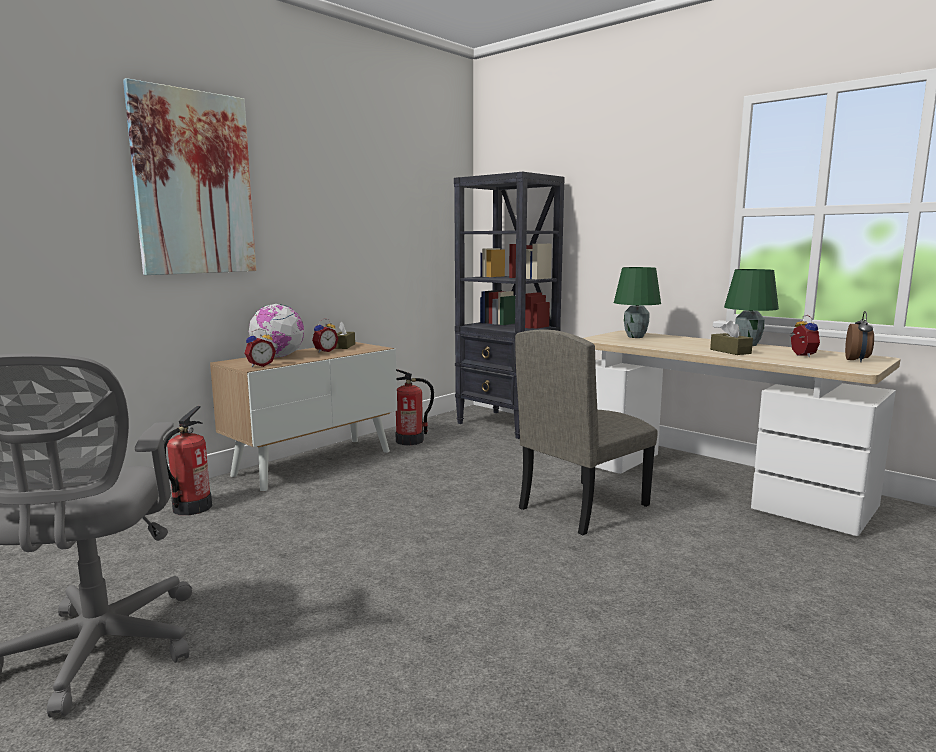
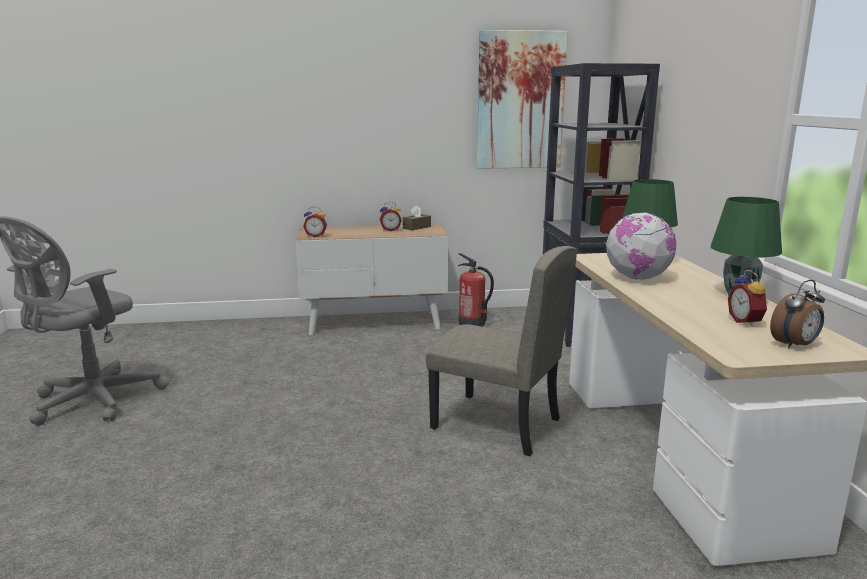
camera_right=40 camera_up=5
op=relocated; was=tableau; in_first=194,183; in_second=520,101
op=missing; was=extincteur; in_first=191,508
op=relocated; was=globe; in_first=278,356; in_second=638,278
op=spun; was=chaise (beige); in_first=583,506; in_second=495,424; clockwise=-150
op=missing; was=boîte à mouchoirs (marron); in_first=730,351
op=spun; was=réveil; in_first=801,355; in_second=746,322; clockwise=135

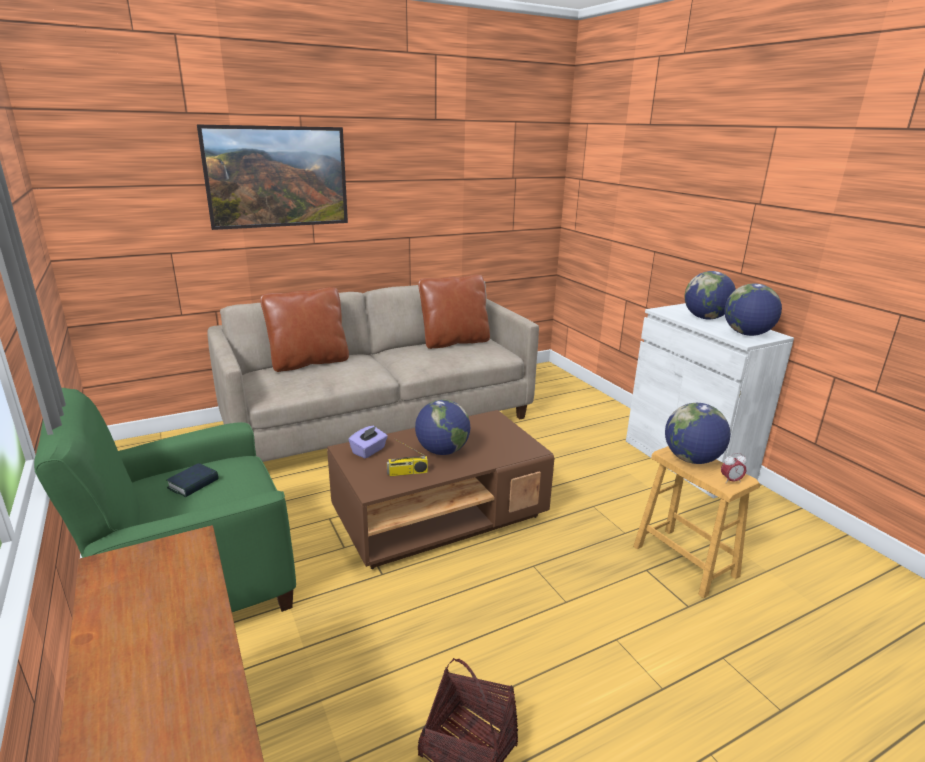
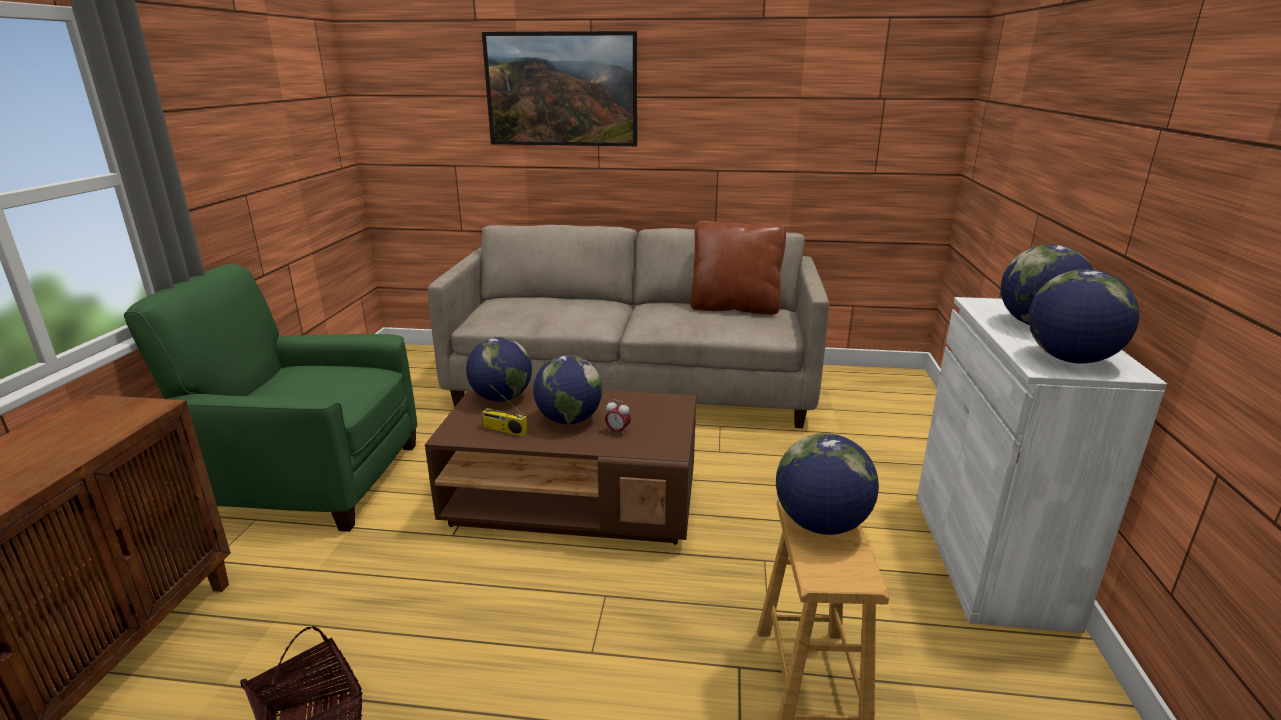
camera_right=35 camera_up=0
op=missing; was=livre; in_first=193,484
op=missing; was=coussin (marron); in_first=309,362
op=exchanged; was=boîte à mouchoirs (violet); now=globe; in_first=369,451; in_second=501,398
op=relocated; was=réveil; in_first=730,481; in_second=617,431

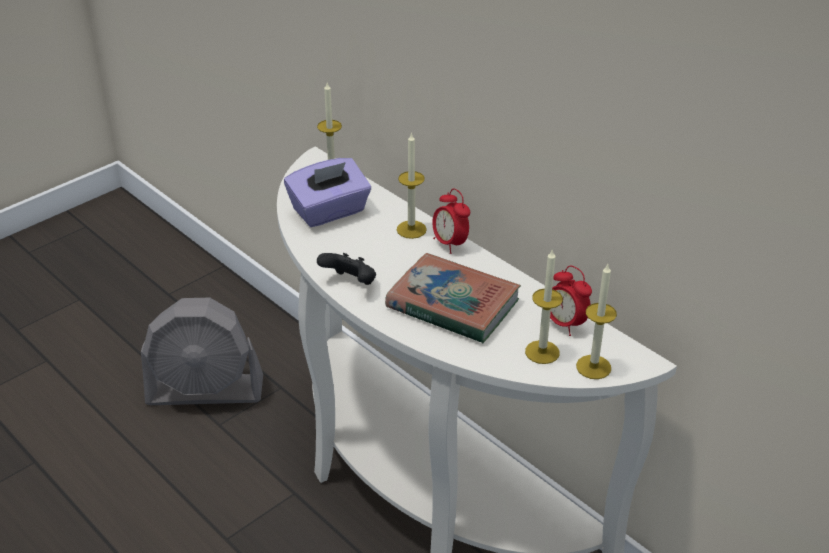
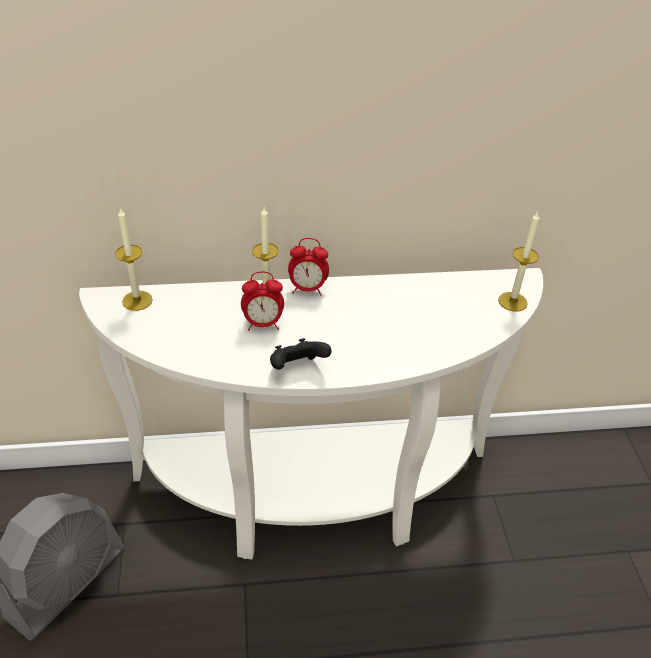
camera_right=-55 camera_up=5
op=missing; was=boîte à mouchoirs (violet); in_first=329,211
op=missing; was=livre; in_first=452,304
op=missing; was=bougie; in_first=542,352
op=relocated; was=réveil; in_first=565,324; in_second=263,324

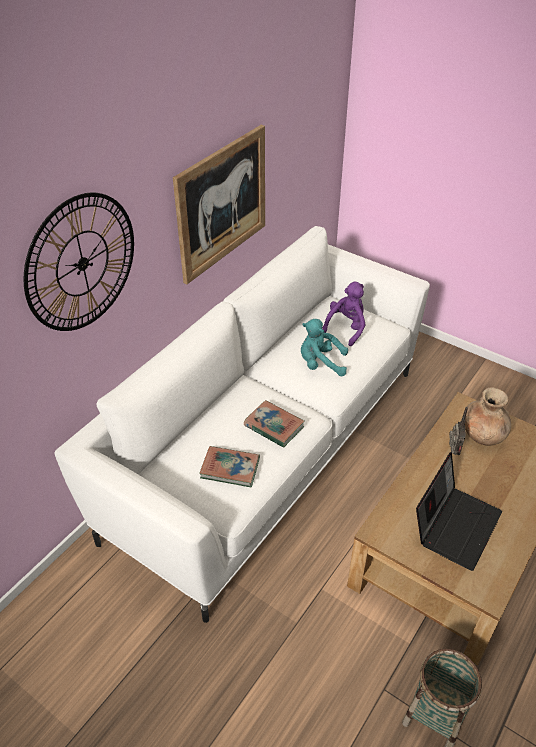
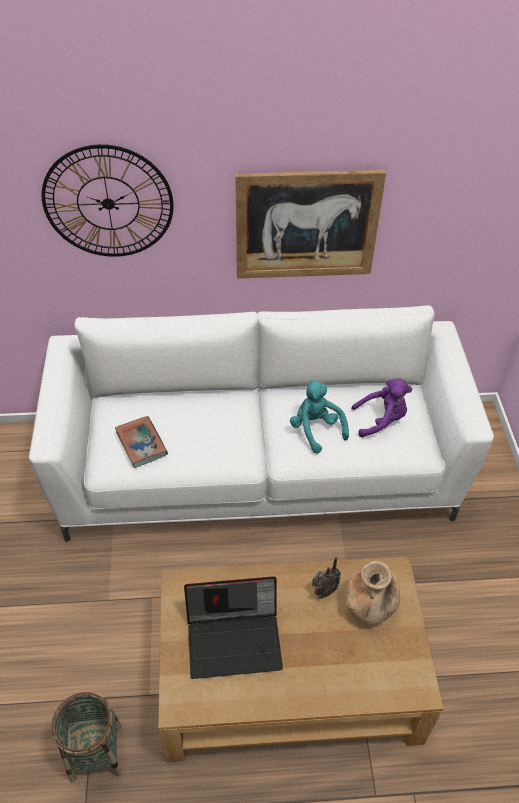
camera_right=50 camera_up=5
op=missing; was=livre; in_first=274,426

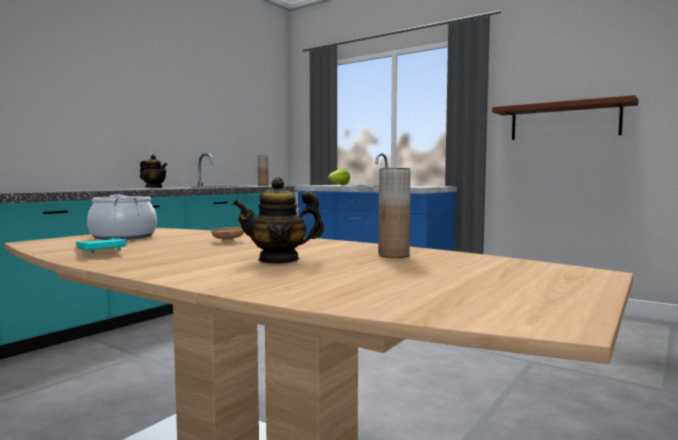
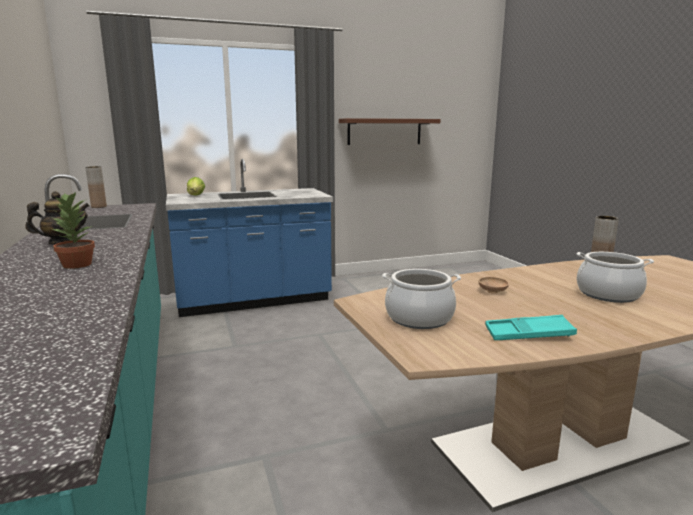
camera_right=-55 camera_up=10
op=exchanged; was=théière; now=marmite; in_first=279,260; in_second=608,294
op=appeared; now=plante en pot; in_second=77,265

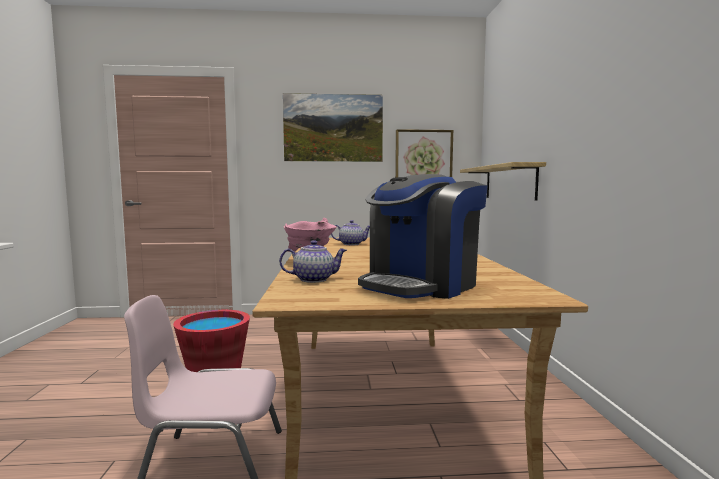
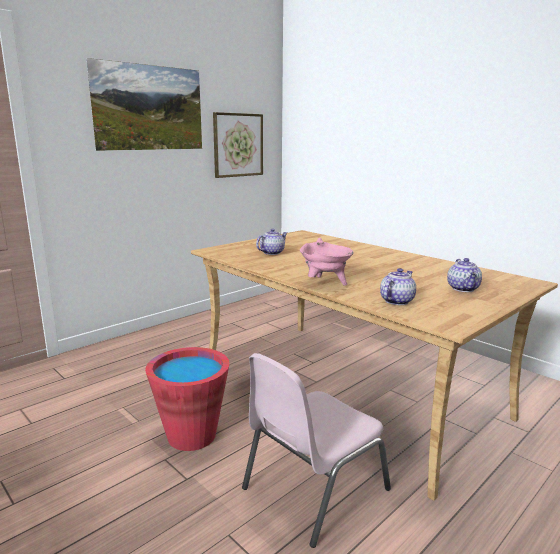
camera_right=-40 camera_up=10
op=exchanged; was=machine à café; now=théière; in_first=421,285; in_second=463,289
op=missing; was=étagère; in_first=509,182

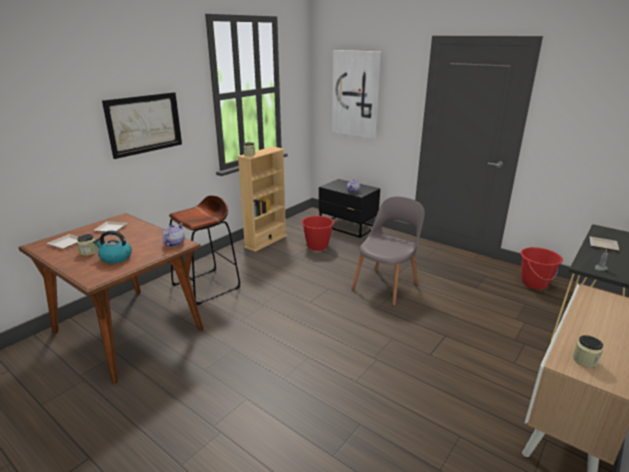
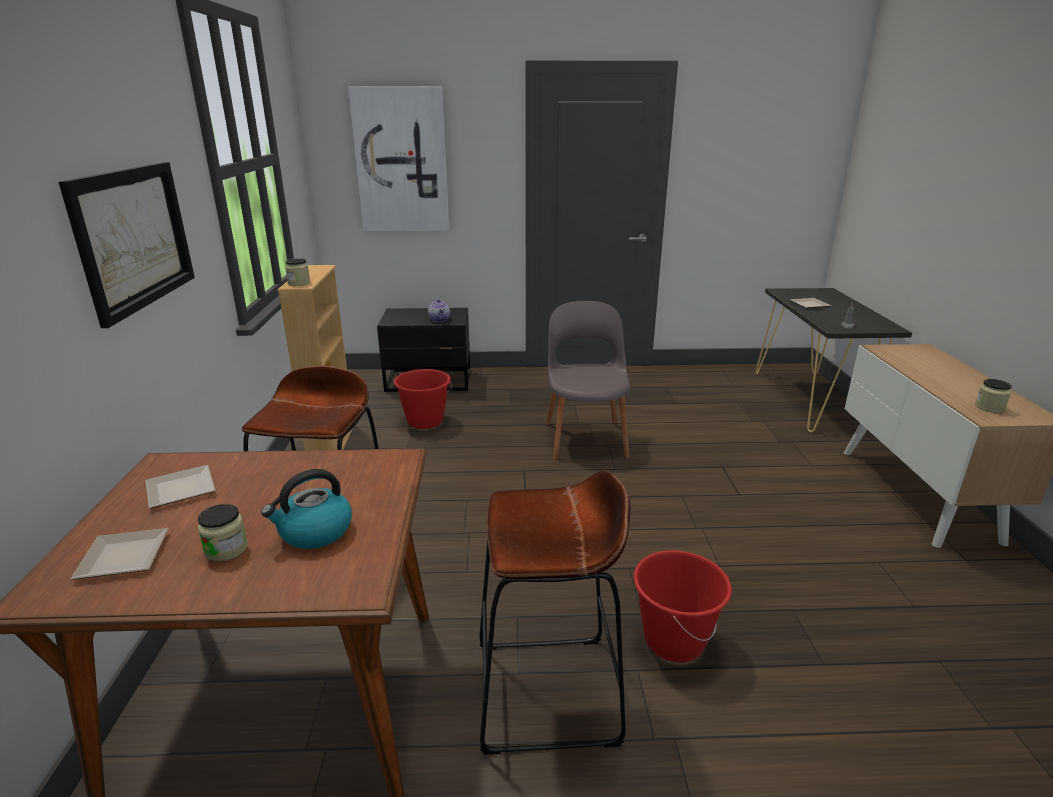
camera_right=-40 camera_up=0
op=missing; was=théière; in_first=174,243
op=relocated; was=seau (rouge); in_first=534,283; in_second=673,641
op=appeared; now=tabouret (marron); in_second=547,692

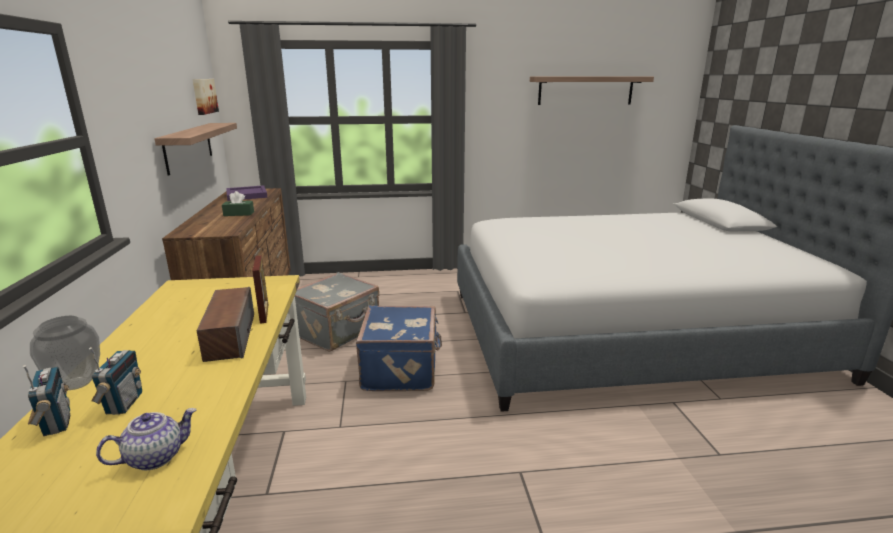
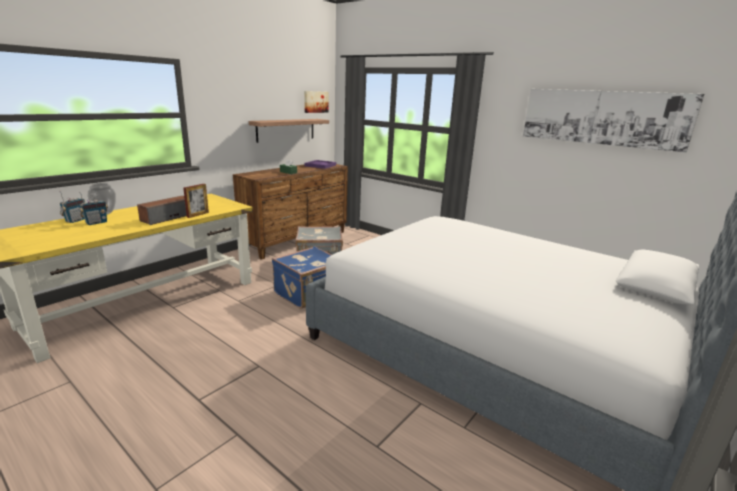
camera_right=45 camera_up=0
op=missing; was=théière; in_first=155,457
op=exchanged; was=étagère; now=tableau; in_first=585,90; in_second=602,117

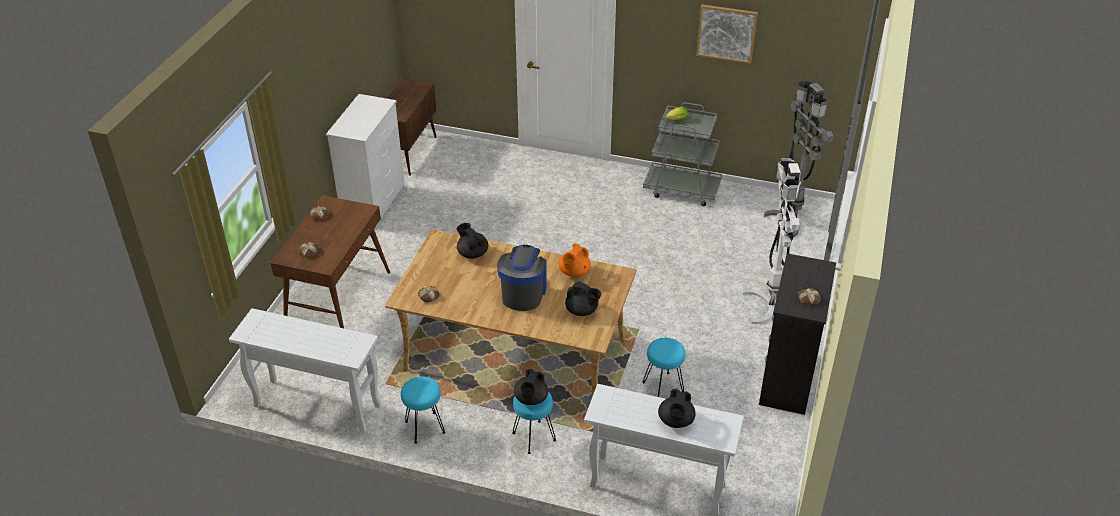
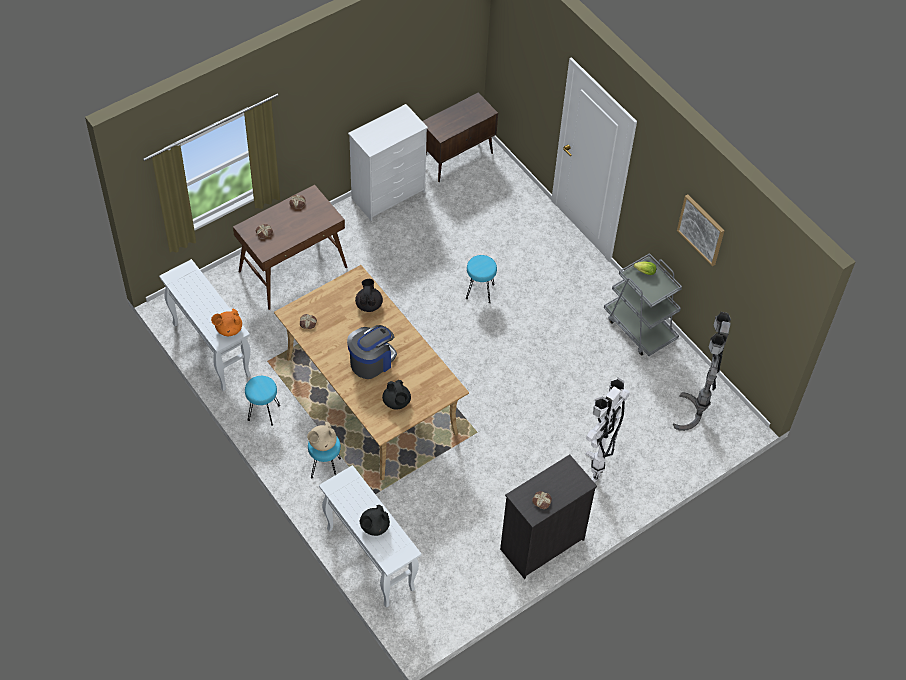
camera_right=35 camera_up=15
op=colour; was=théière (noir); now=théière (beige); in_first=531,399; in_second=322,443
op=relocated; was=théière (orange); in_first=574,272; in_second=228,329
op=relocated; was=tabouret (turquoise); in_first=663,387; in_second=480,292

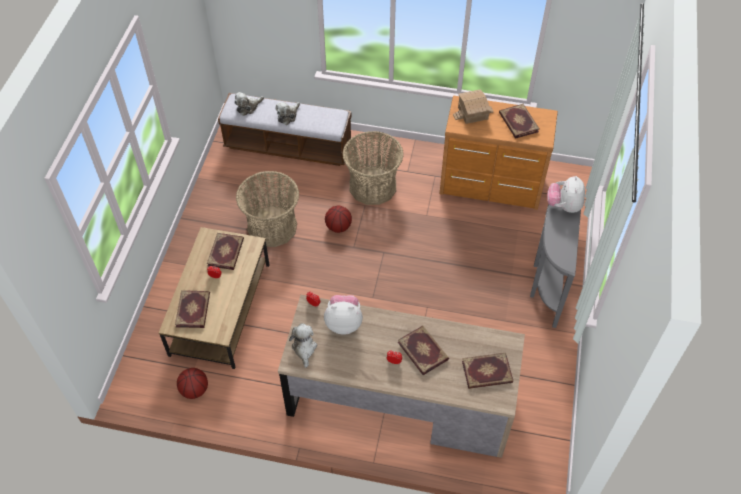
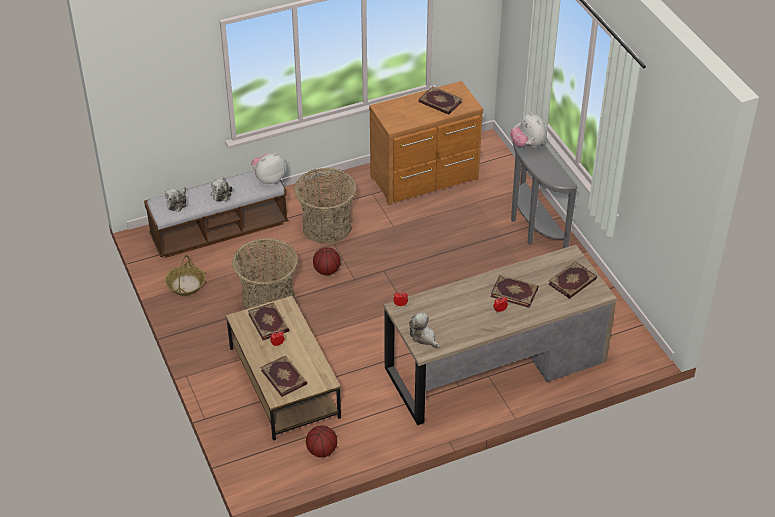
camera_right=-35 camera_up=-10
op=relocated; was=peluche; in_first=344,322; in_second=268,179
op=missing; was=maison miniature; in_first=473,114
op=appeared; now=panier; in_second=185,284

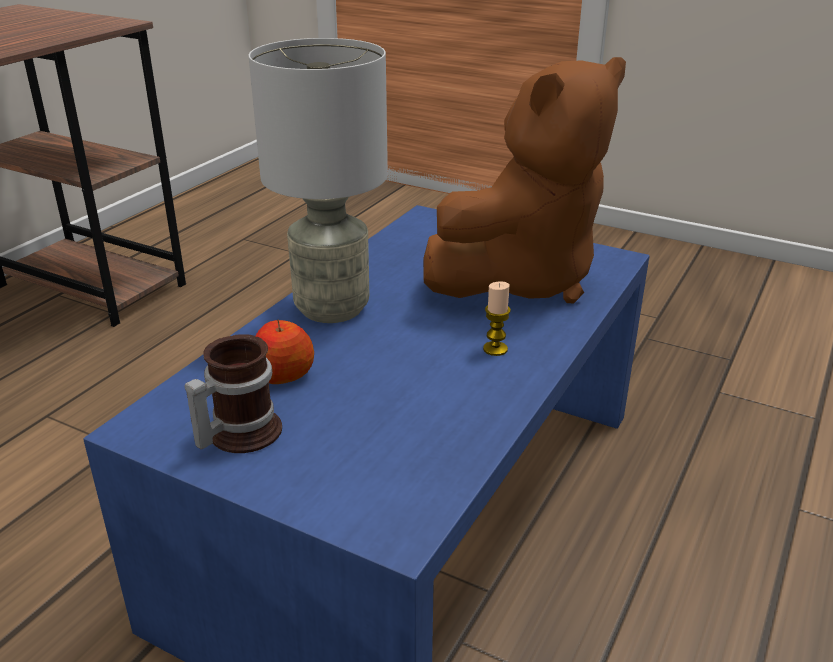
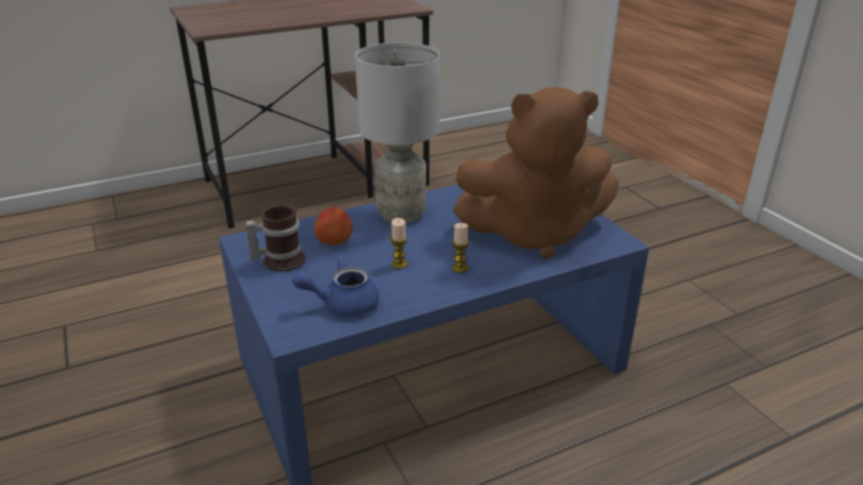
camera_right=35 camera_up=0
op=appeared; now=théière (bleu); in_second=342,303
op=appeared; now=bougie; in_second=399,264

